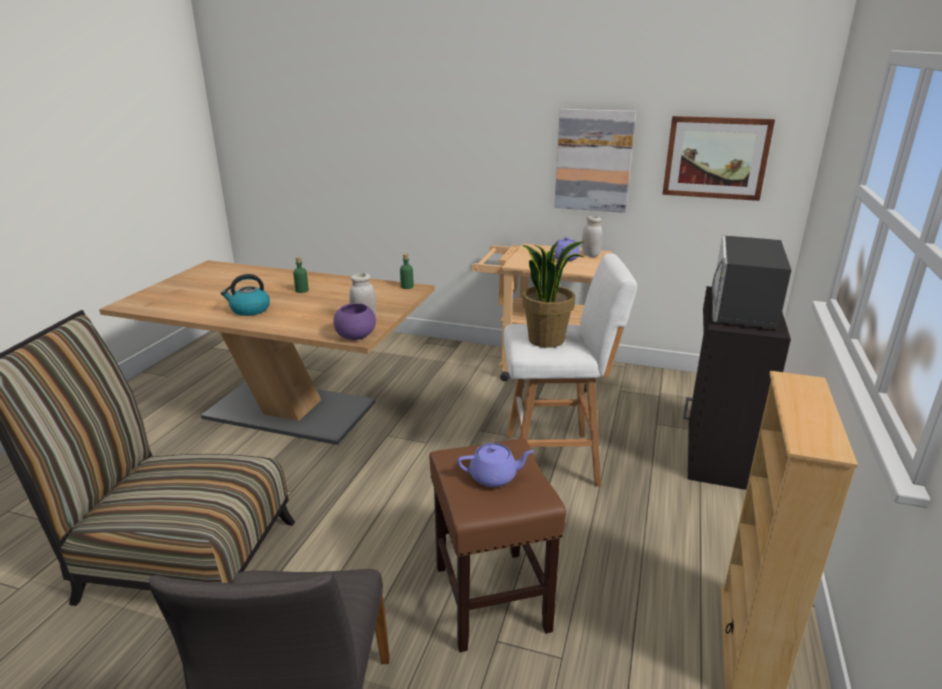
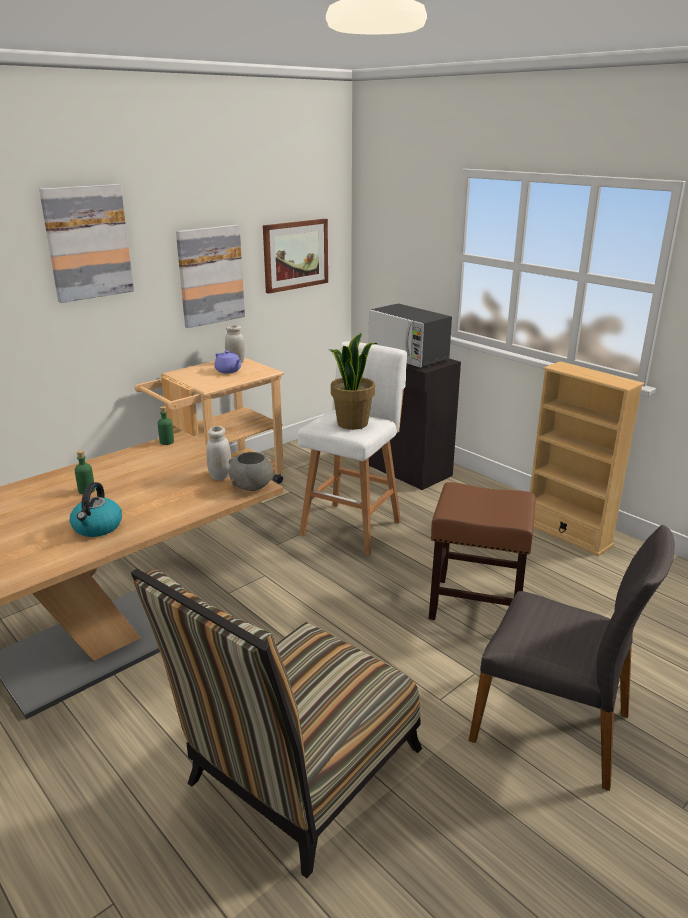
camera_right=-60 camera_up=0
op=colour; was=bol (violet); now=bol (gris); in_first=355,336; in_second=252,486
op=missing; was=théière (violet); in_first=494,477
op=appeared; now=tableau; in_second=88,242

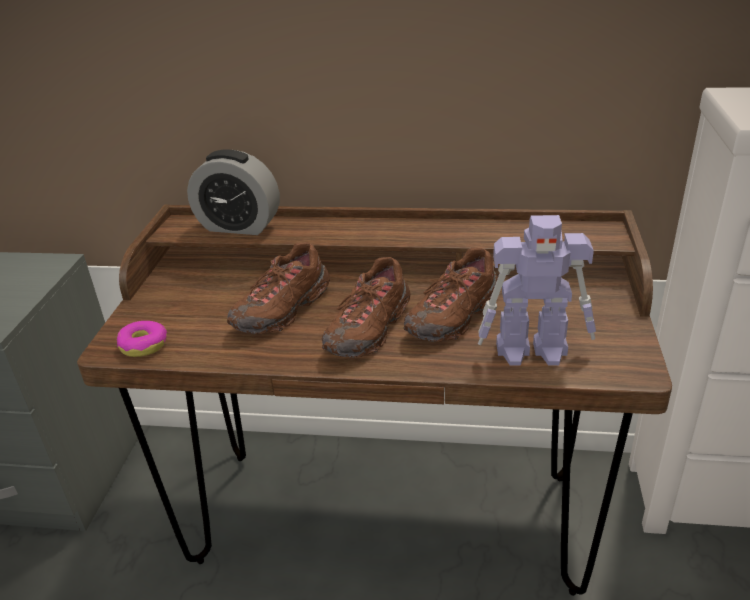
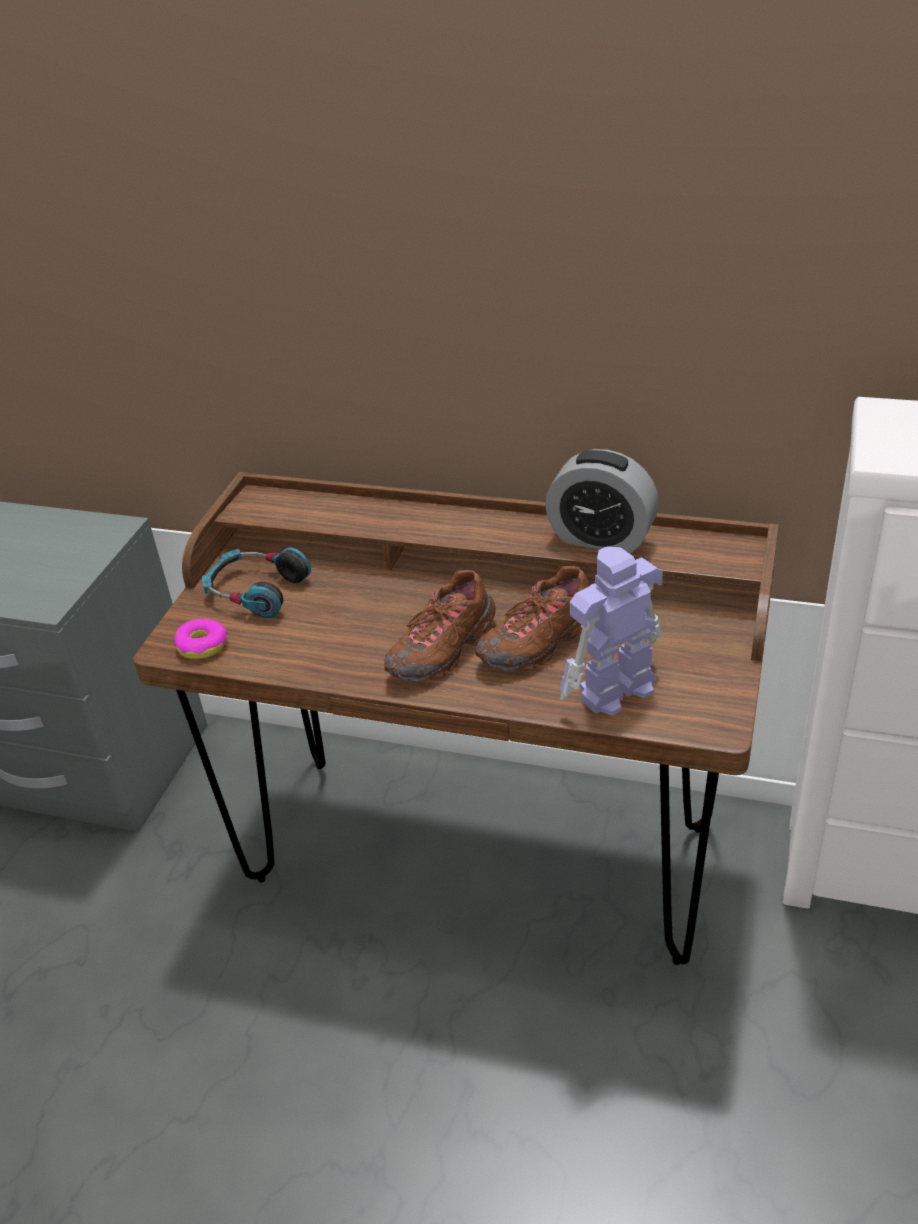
camera_right=10 camera_up=5
op=relocated; was=réveil; in_first=239,226; in_second=601,538
op=missing; was=chaussure (marron); in_first=283,310
op=spun; was=robot jouet; in_first=533,350; in_second=614,691; clockwise=135
op=appeared; now=casque audio; in_second=256,591

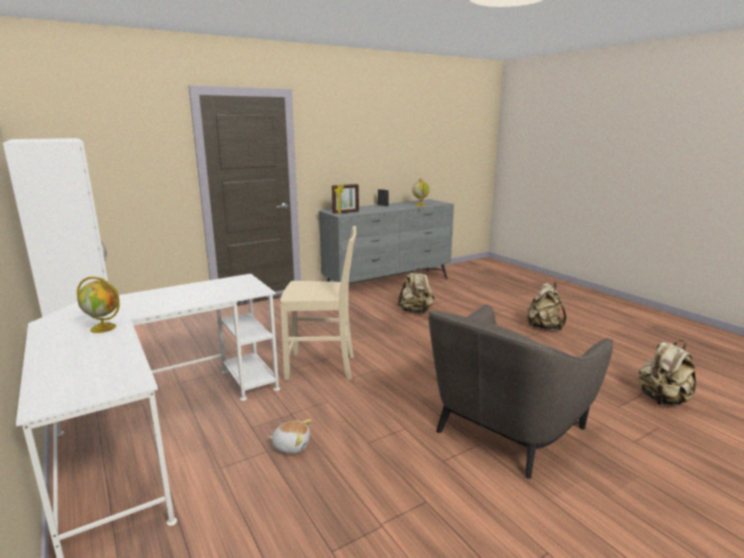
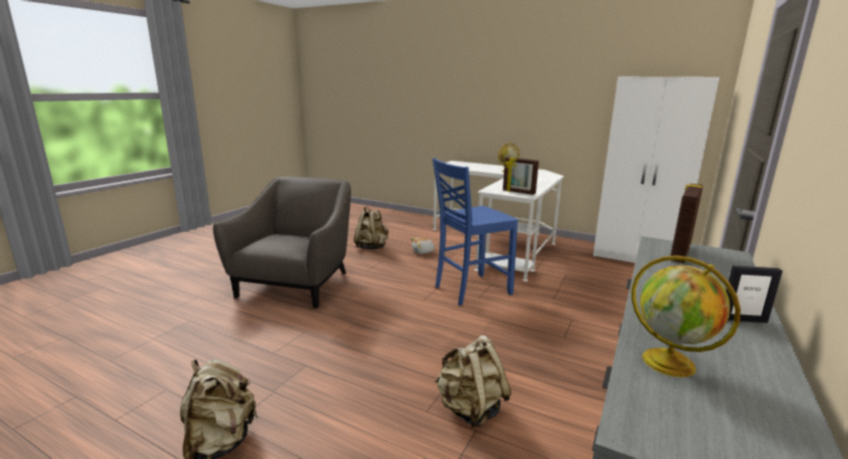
camera_right=150 camera_up=0
op=colour; was=chaise (beige); now=chaise (bleu); in_first=322,367; in_second=470,290
op=relocated; was=sac à dos (beige); in_first=663,400; in_second=372,247
op=appeared; now=cadre photo; in_second=518,192

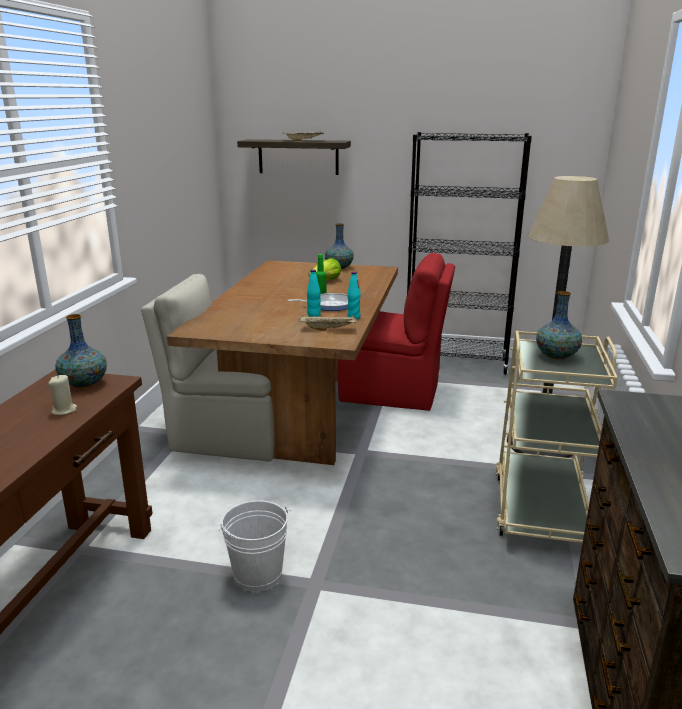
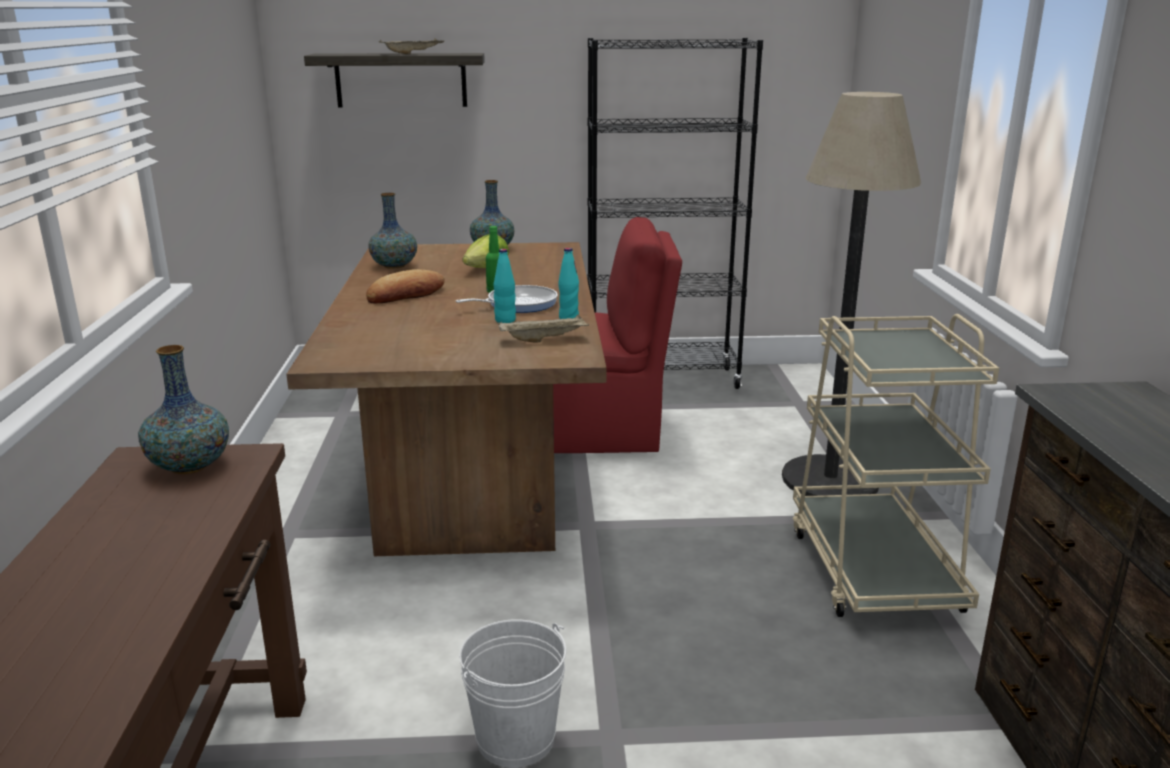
camera_right=-15 camera_up=0
op=missing; was=bougie (beige); in_first=64,410
op=missing; was=chaise (beige); in_first=230,436
op=relocated; was=vase; in_first=556,356; in_second=394,266
op=appeared; now=pain; in_second=406,294

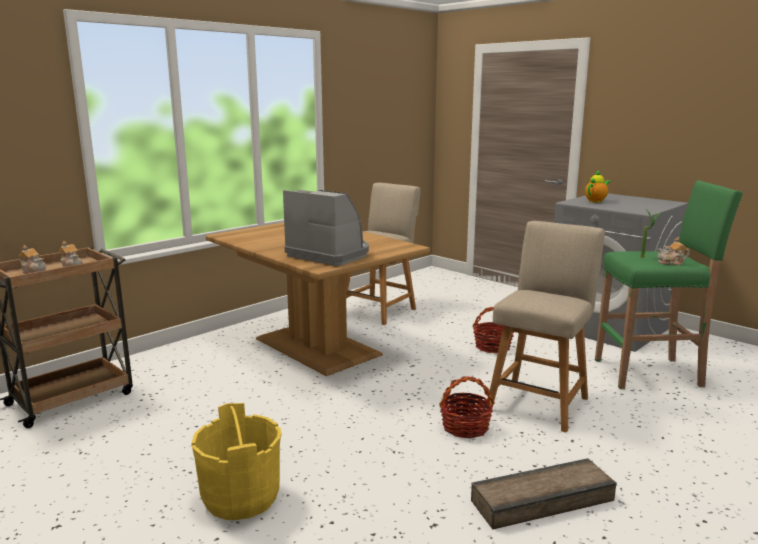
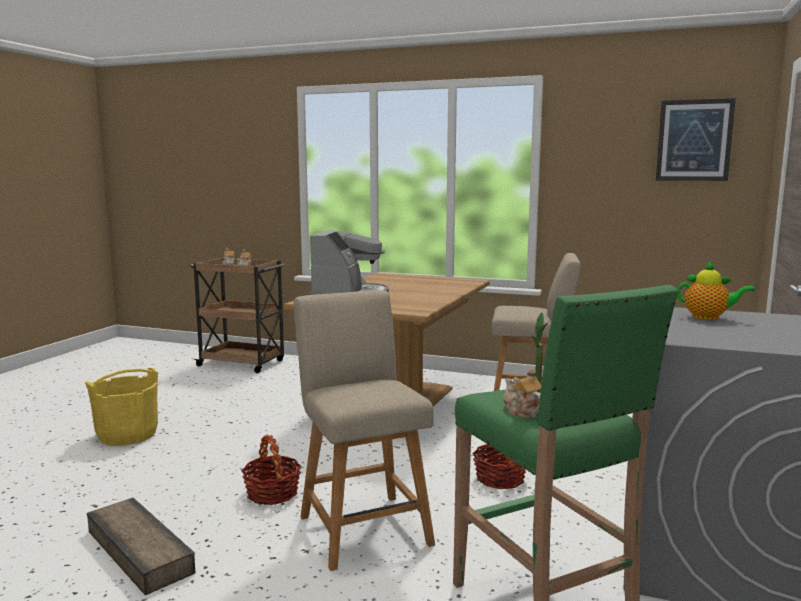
camera_right=65 camera_up=-5
op=spun; was=chaise (beige); in_first=539,401; in_second=362,526; clockwise=-120
op=appeared; now=tableau; in_second=694,140

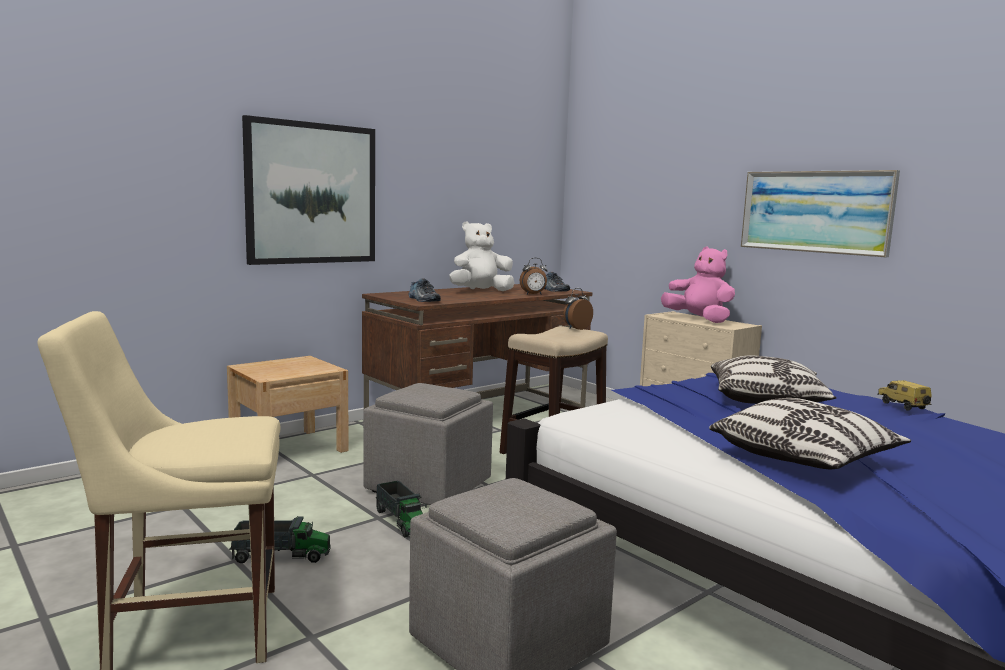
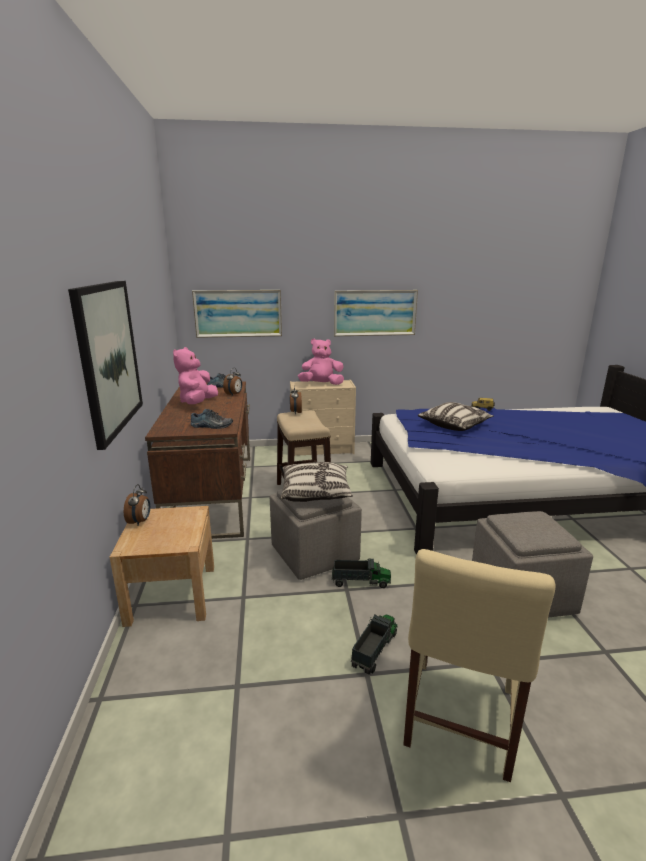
camera_right=-55 camera_up=10
op=colour; was=peluche (blanc); now=peluche (rose); in_first=480,291; in_second=197,403
op=relocated; was=coussin; in_first=804,459; in_second=316,493
op=appeared; now=réveil; in_second=140,521
op=appeared; now=tableau; in_second=238,313

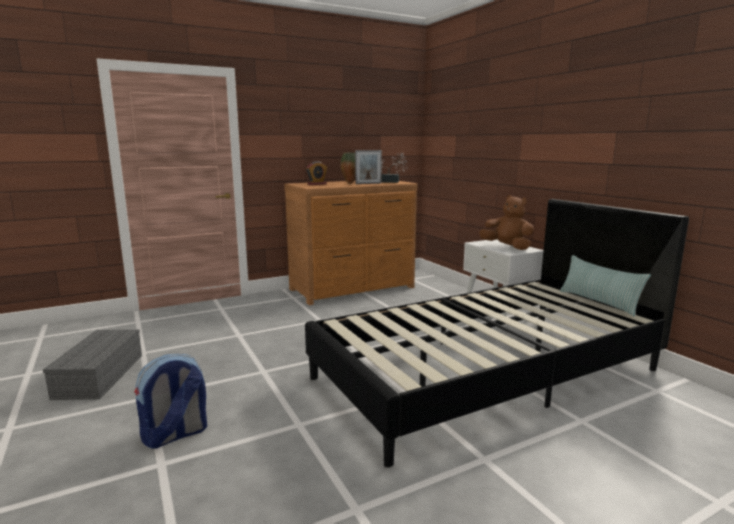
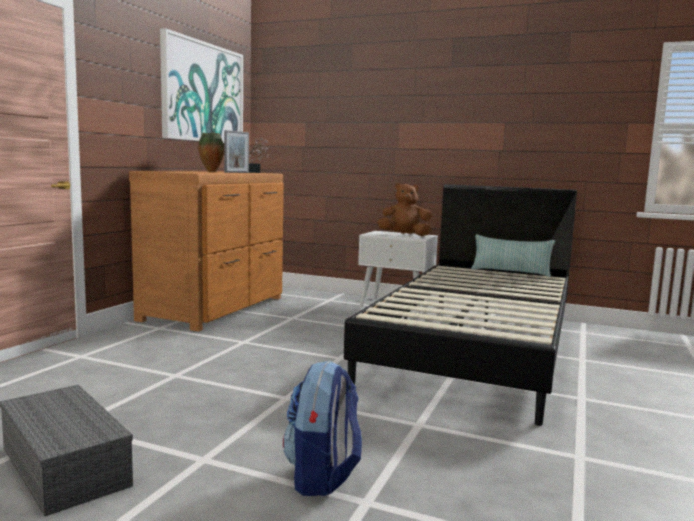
camera_right=-40 camera_up=-5
op=missing; was=réveil; in_first=317,184
op=appeared; now=tableau; in_second=203,93

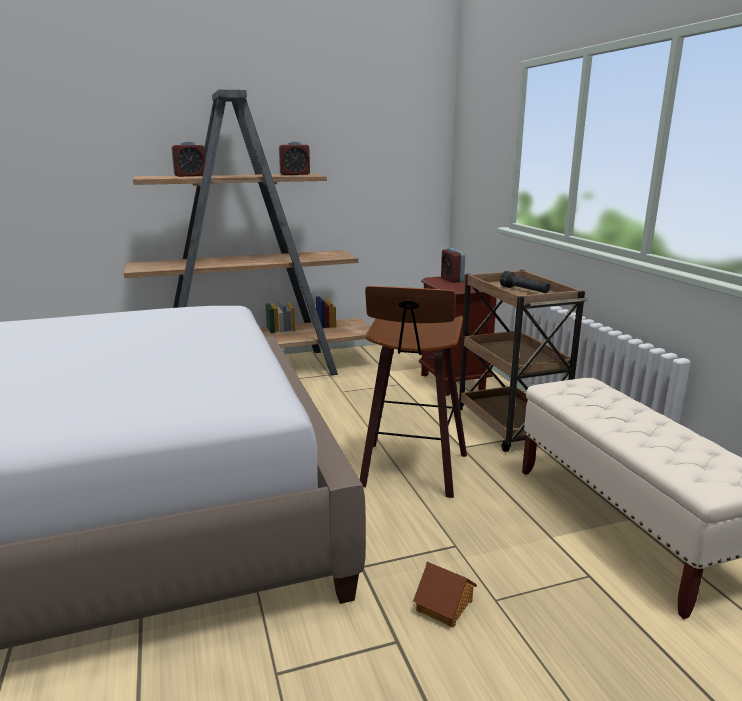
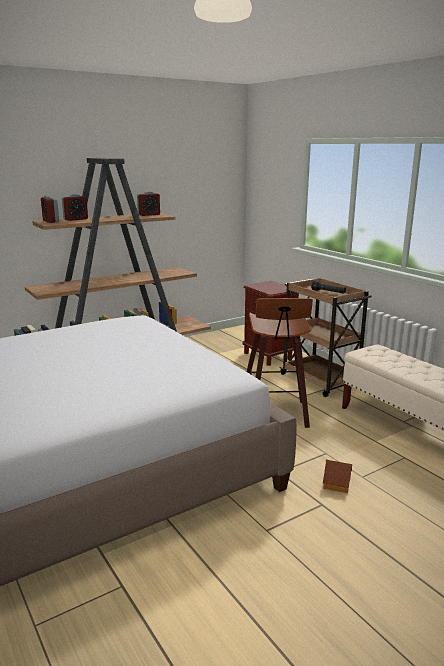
camera_right=-15 camera_up=0
op=relocated; was=réveil; in_first=452,279; in_second=51,221

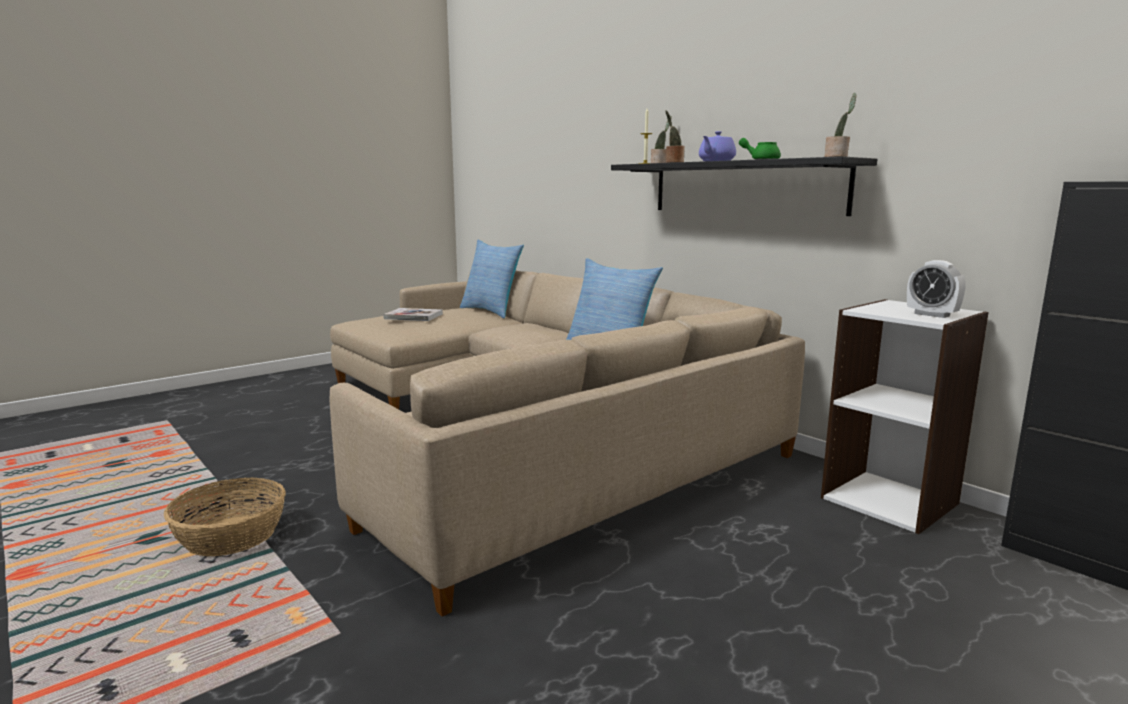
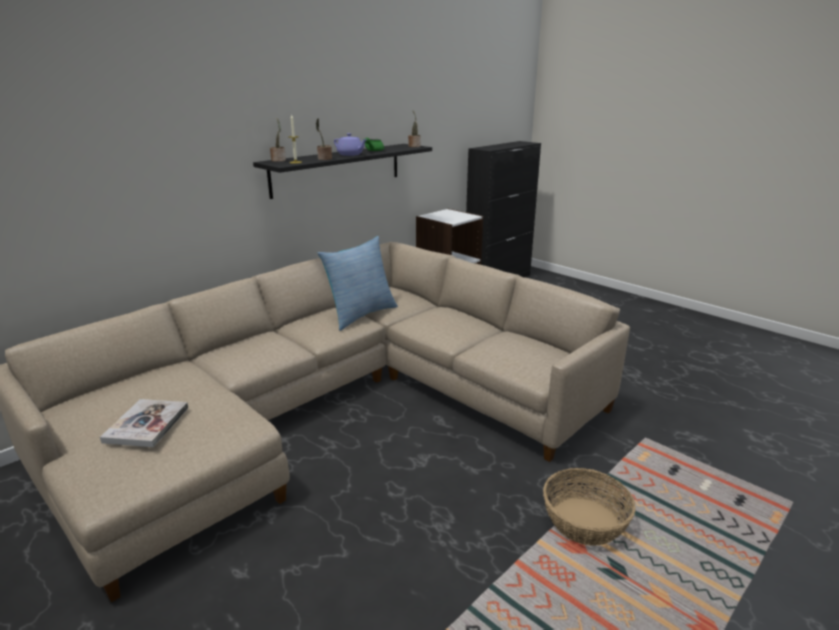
camera_right=-95 camera_up=10
op=missing; was=coussin; in_first=492,311
op=missing; was=réveil; in_first=932,315

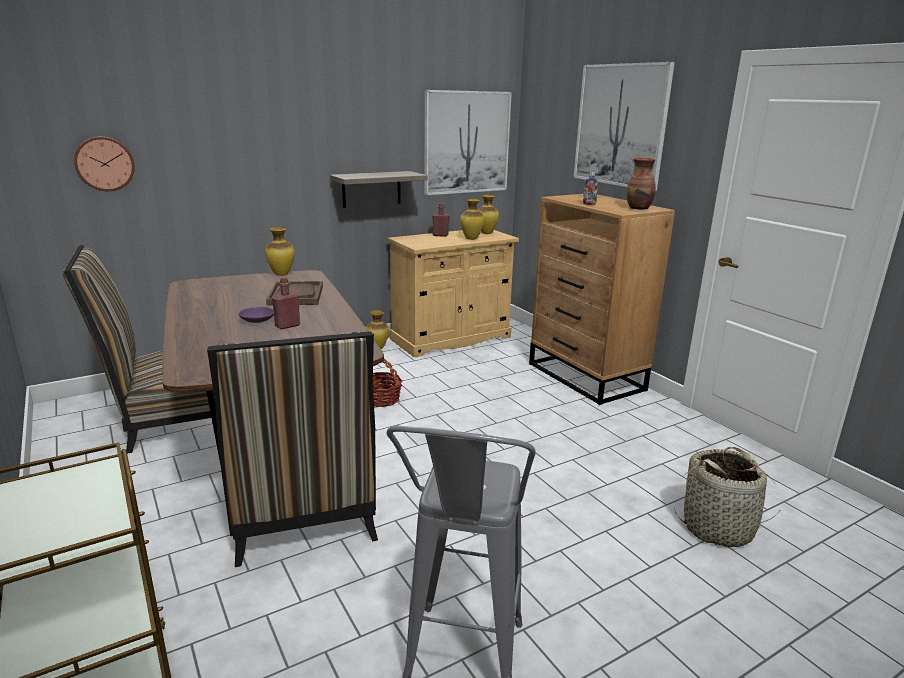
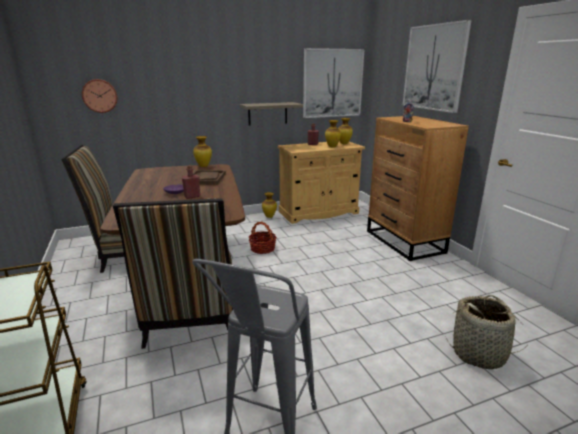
camera_right=10 camera_up=0
op=missing; was=vase; in_first=639,208

